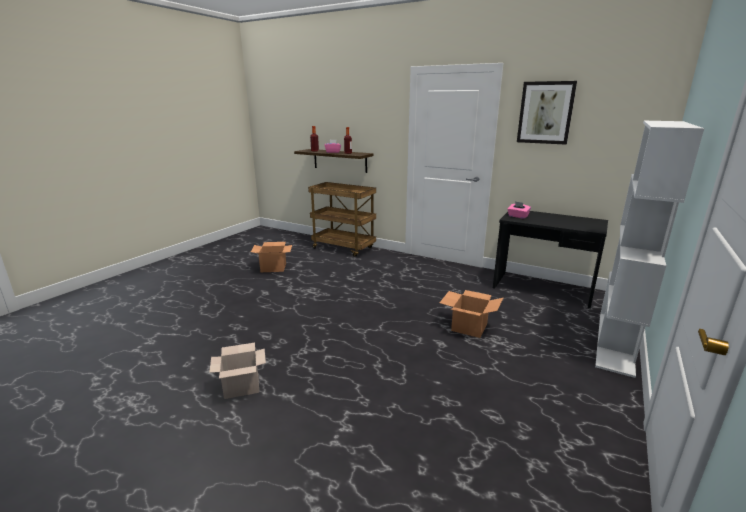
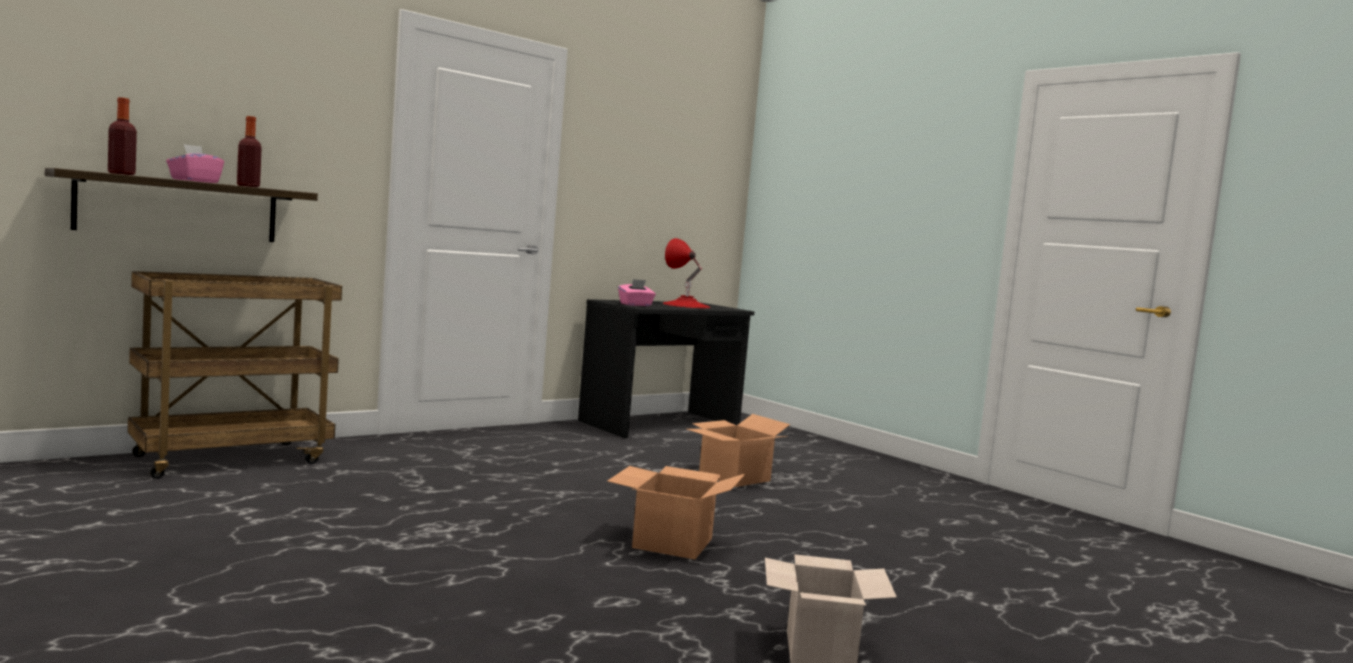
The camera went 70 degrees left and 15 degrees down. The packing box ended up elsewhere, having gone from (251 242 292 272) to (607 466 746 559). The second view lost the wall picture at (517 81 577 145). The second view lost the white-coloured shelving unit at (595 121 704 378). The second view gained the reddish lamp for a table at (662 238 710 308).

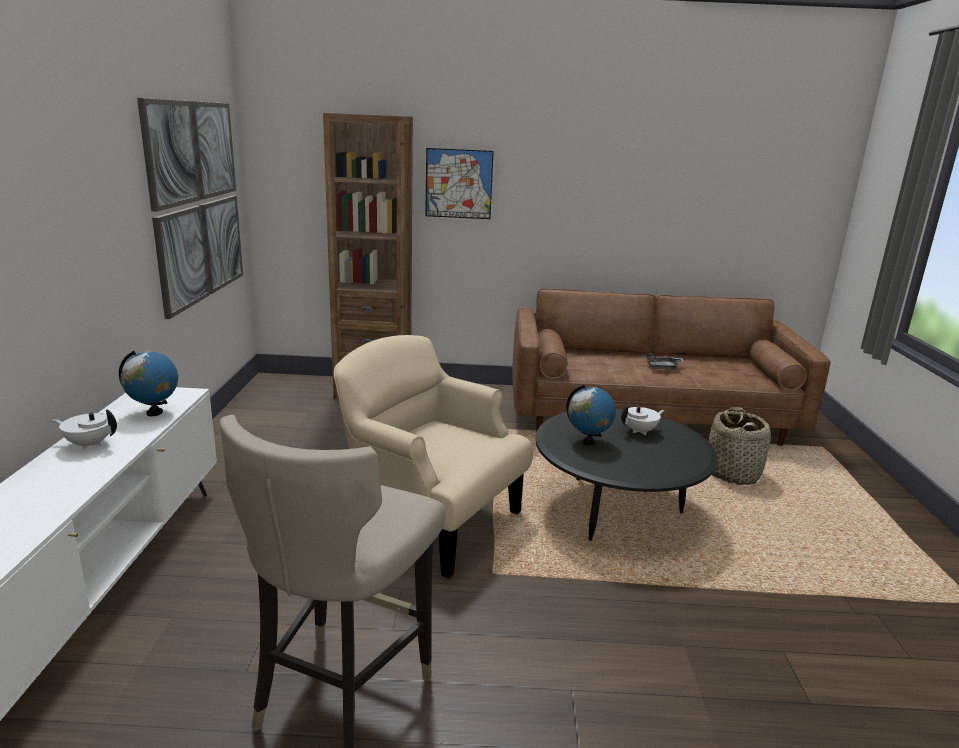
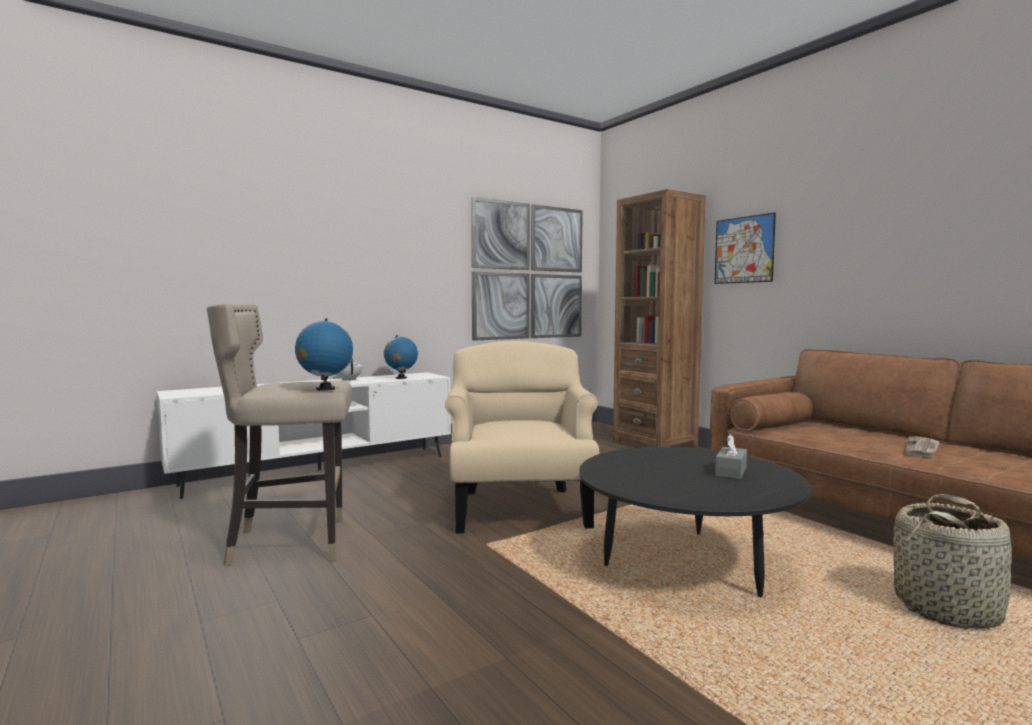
The camera went 55 degrees right and 15 degrees down. The world globe ended up elsewhere, having gone from (566 385 616 446) to (295 318 353 391). Where the white-coloured tea pot stood at (621 405 665 435), the gray tissue holder came to stand at (715 434 747 479). Where the gray serving tray stood at (646 354 684 370), the printed paper came to stand at (905 437 940 458).

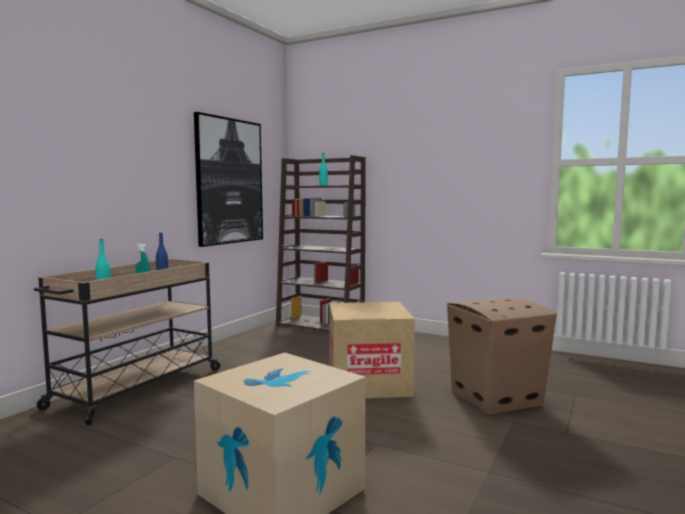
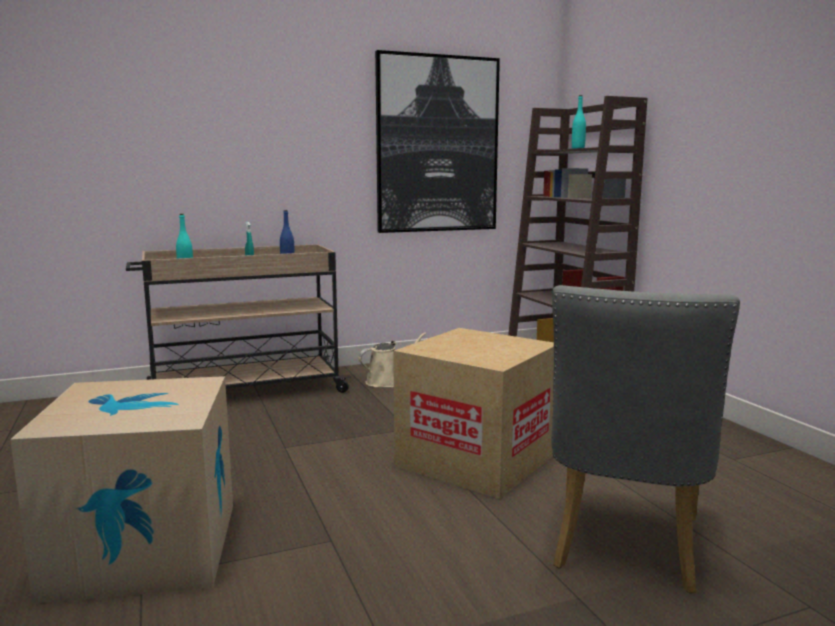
The camera went 40 degrees right and 5 degrees up. Where the packing box stood at (447 298 557 415), the gray chair came to stand at (551 285 740 594). The second view gained the beige watering can at (358 332 426 387).

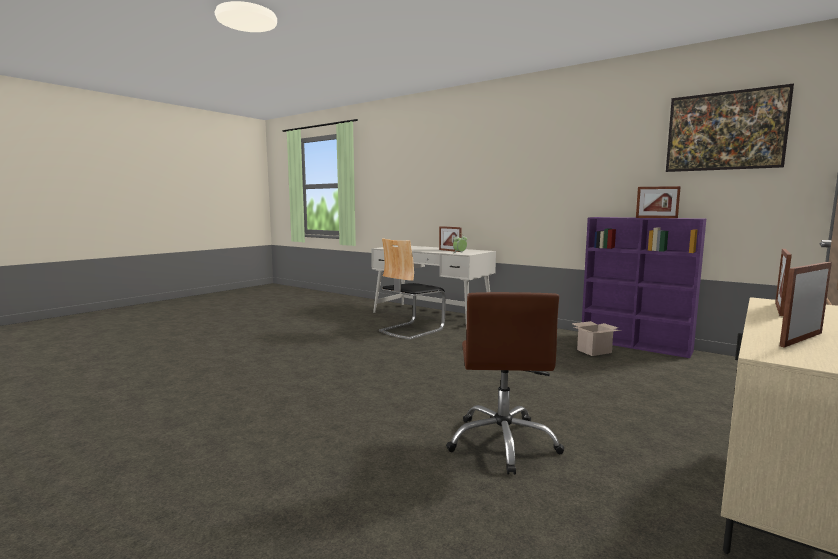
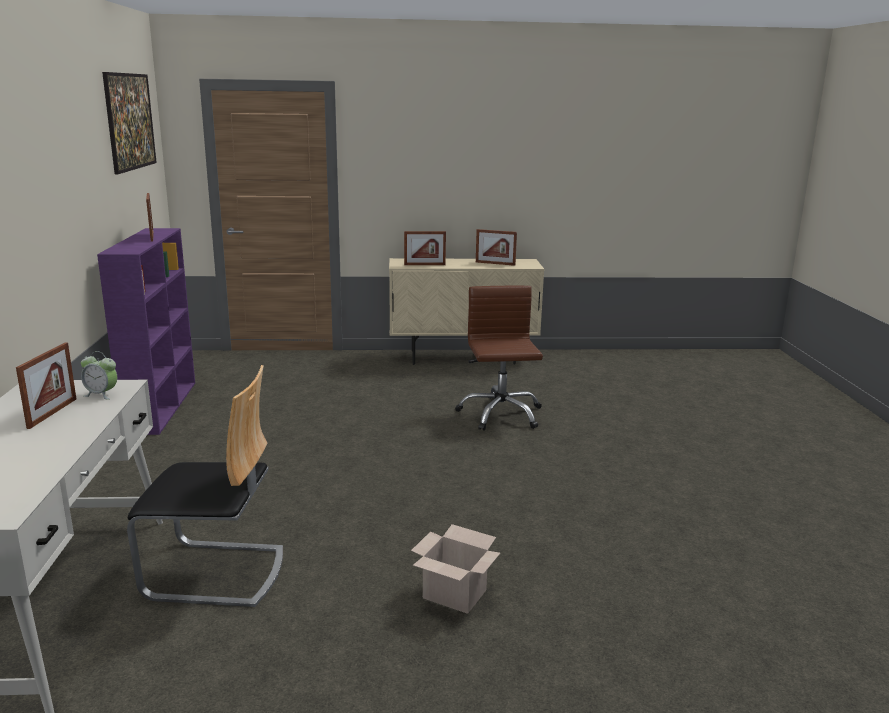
The camera went 130 degrees left and 10 degrees up. The brownish desk chair at (446 292 564 475) ended up facing another way, 60 degrees counterclockwise from before. The packing box ended up elsewhere, having gone from (572 321 620 356) to (411 524 500 614).

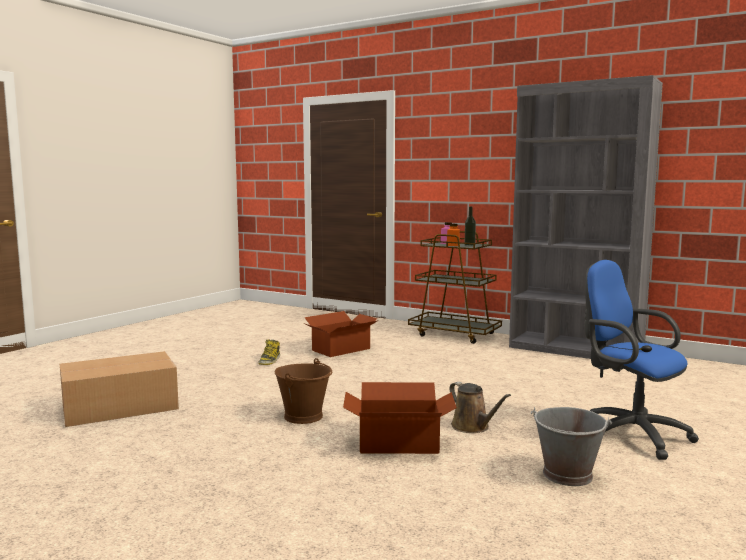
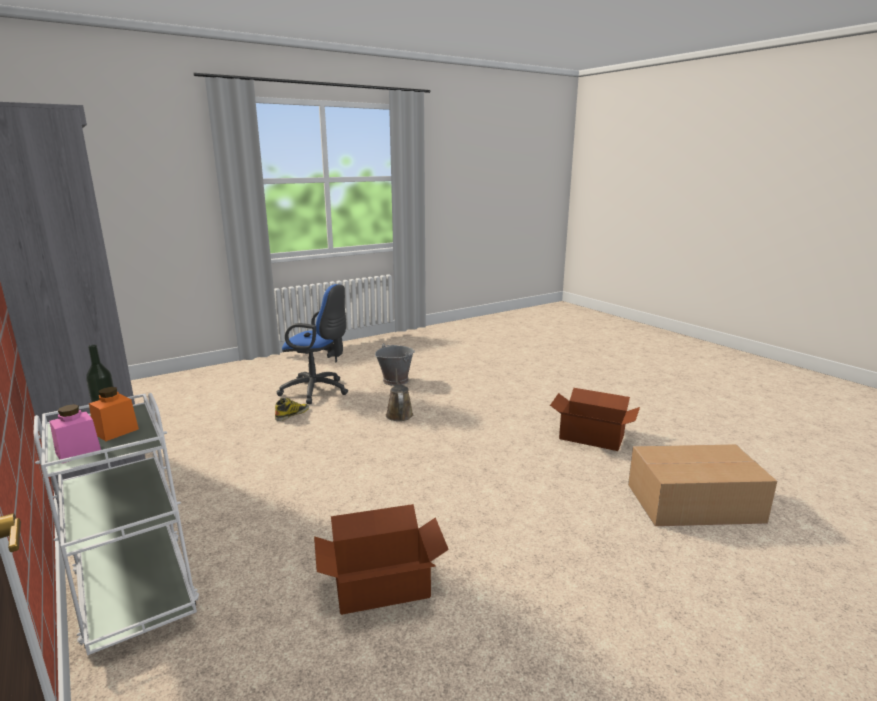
The camera went 155 degrees left and 10 degrees up. The boot ended up elsewhere, having gone from (258 340 280 365) to (275 398 309 421). The second view lost the brownish pail at (275 358 332 424). The packing box ended up elsewhere, having gone from (343 382 457 454) to (550 388 640 451). What was the brownish cart at (408 231 502 344) turned into the white-coloured cart at (34 393 199 656). The blue-coloured desk chair at (584 260 699 460) ended up facing another way, 60 degrees counterclockwise from before.

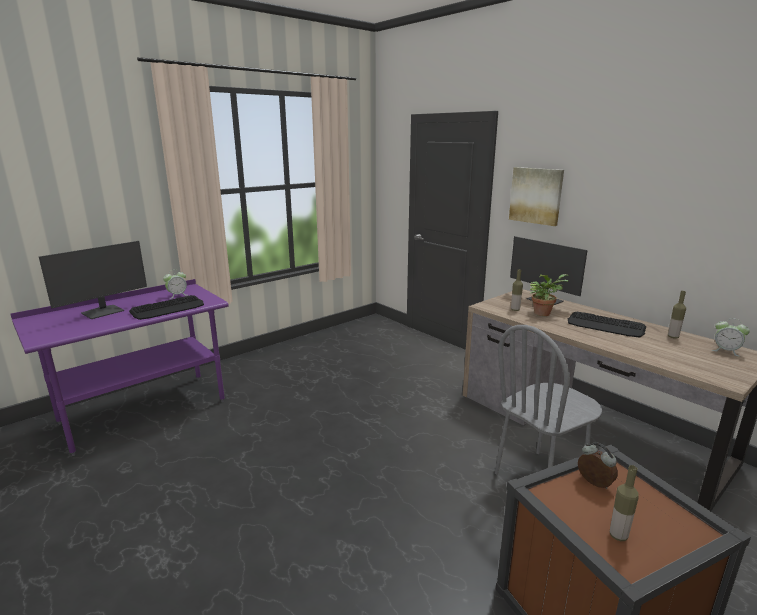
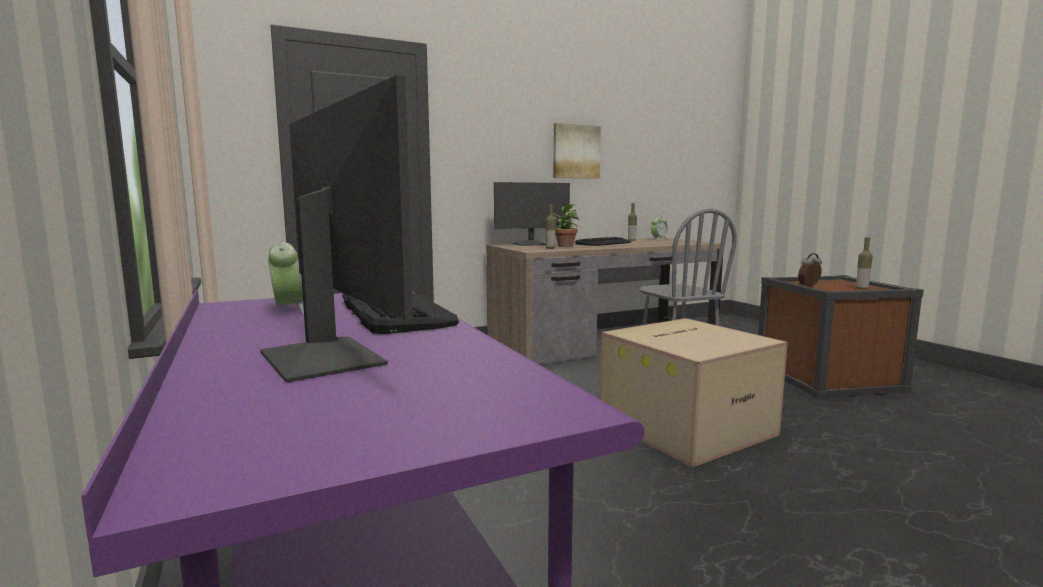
The camera went 75 degrees left and 10 degrees down. The wall picture ended up elsewhere, having gone from (509 167 564 226) to (553 123 601 179). The second view gained the packing box at (599 318 788 468).

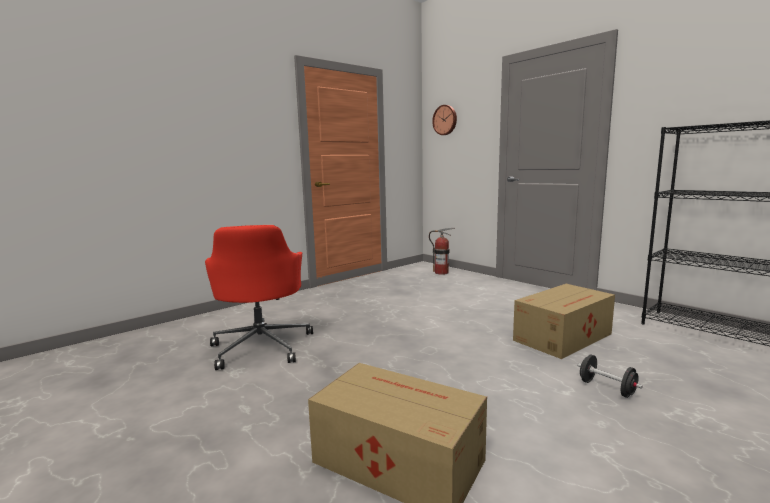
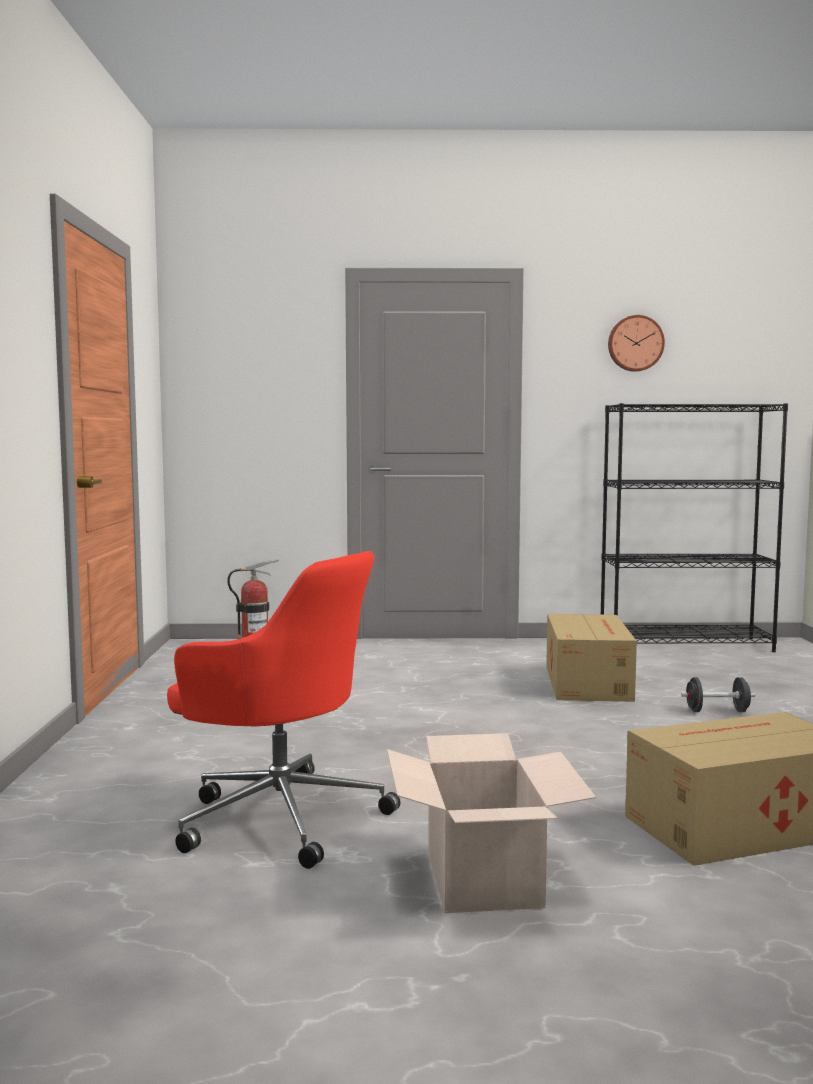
The camera went 50 degrees left and 5 degrees down. The hanging clock ended up elsewhere, having gone from (432 105 457 135) to (608 315 665 372). The second view gained the packing box at (387 733 596 913).

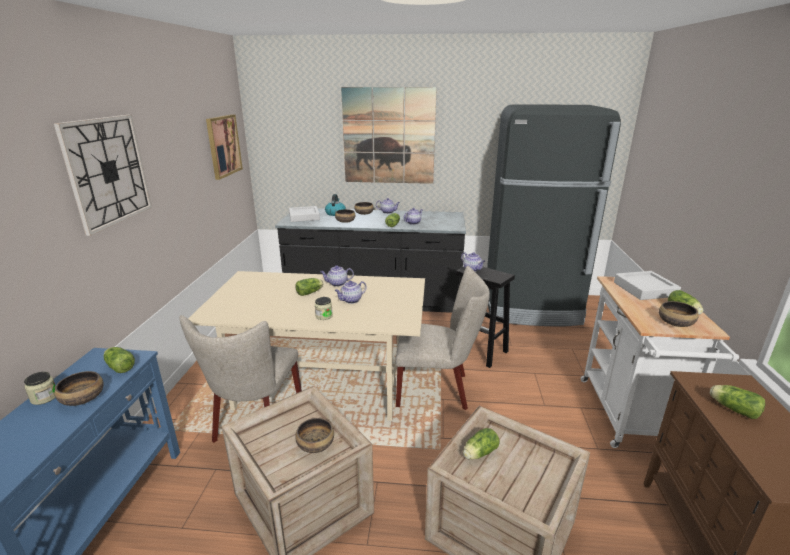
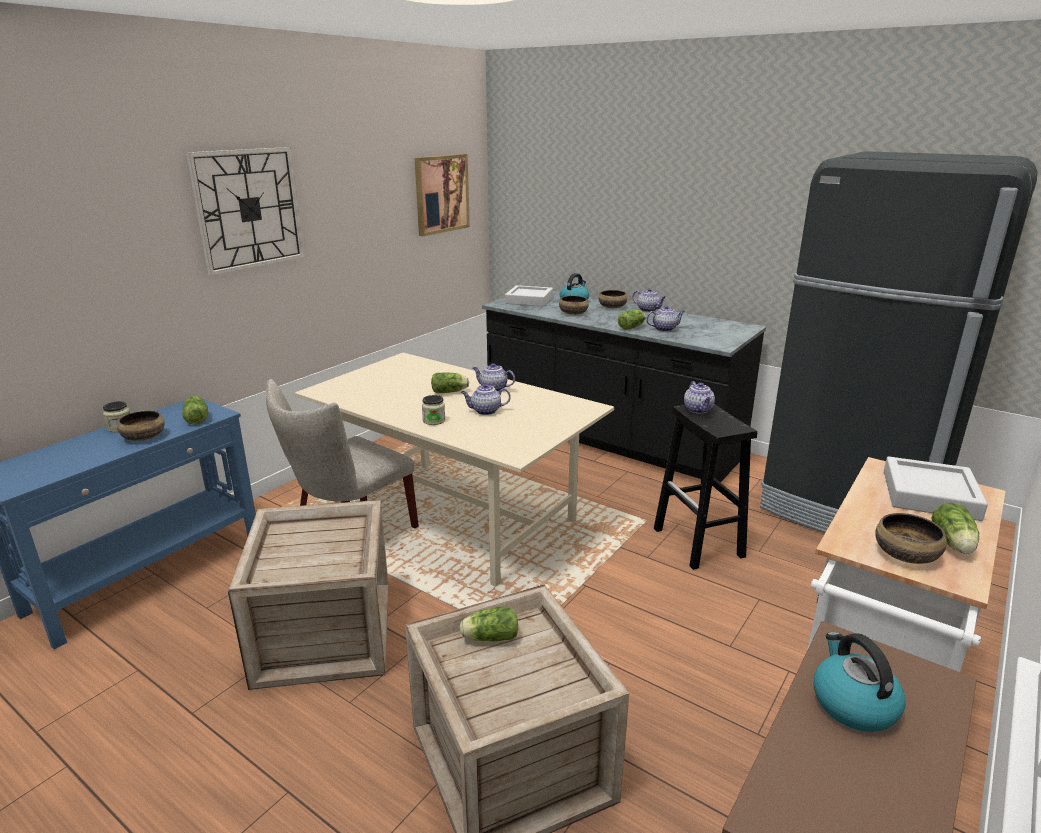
The camera went 30 degrees right and 0 degrees up. The second view lost the bowl at (295 418 334 453). The second view lost the wall picture at (341 87 437 184). The second view lost the beige chair at (395 266 490 410). Where the lettuce head stood at (710 385 765 419), the water kettle came to stand at (813 632 906 732).

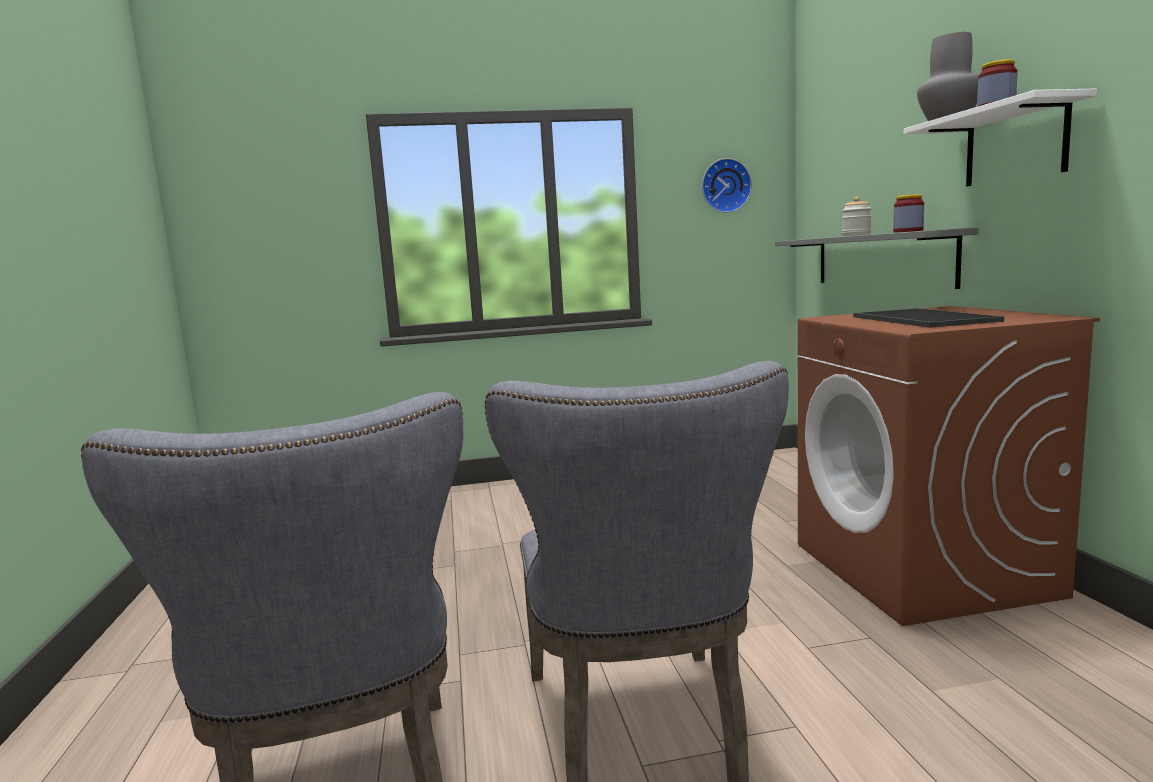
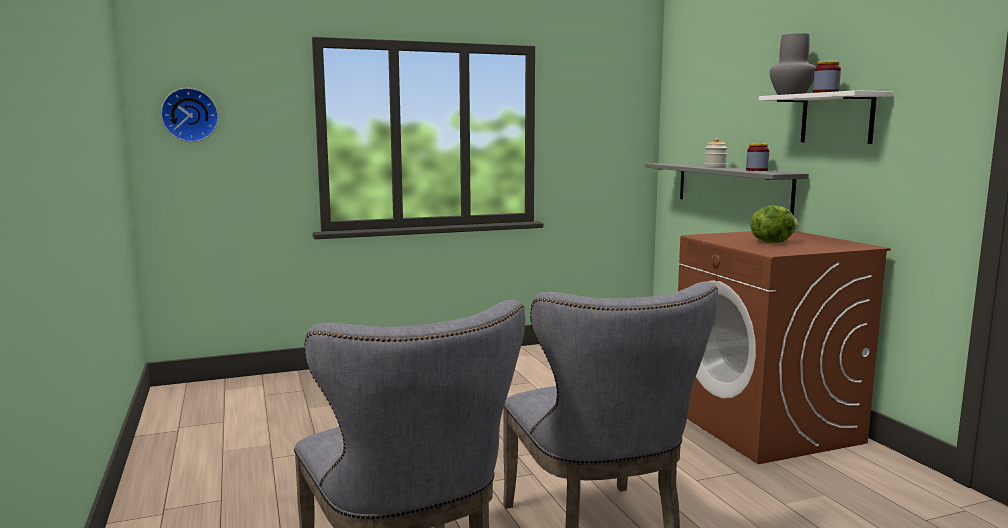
The camera went 10 degrees left and 0 degrees up. The hanging clock ended up elsewhere, having gone from (702 158 752 213) to (161 88 219 142). Where the serving tray stood at (854 308 1004 328), the lettuce head came to stand at (750 205 798 243).

